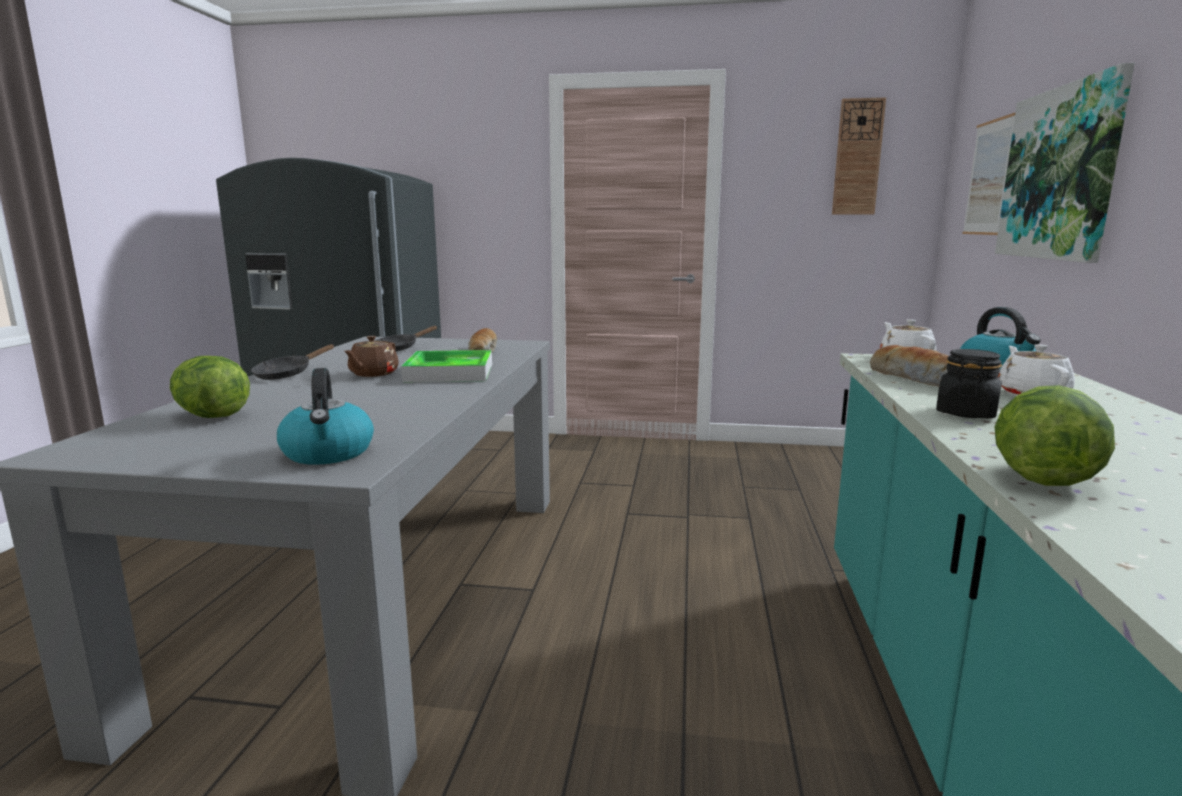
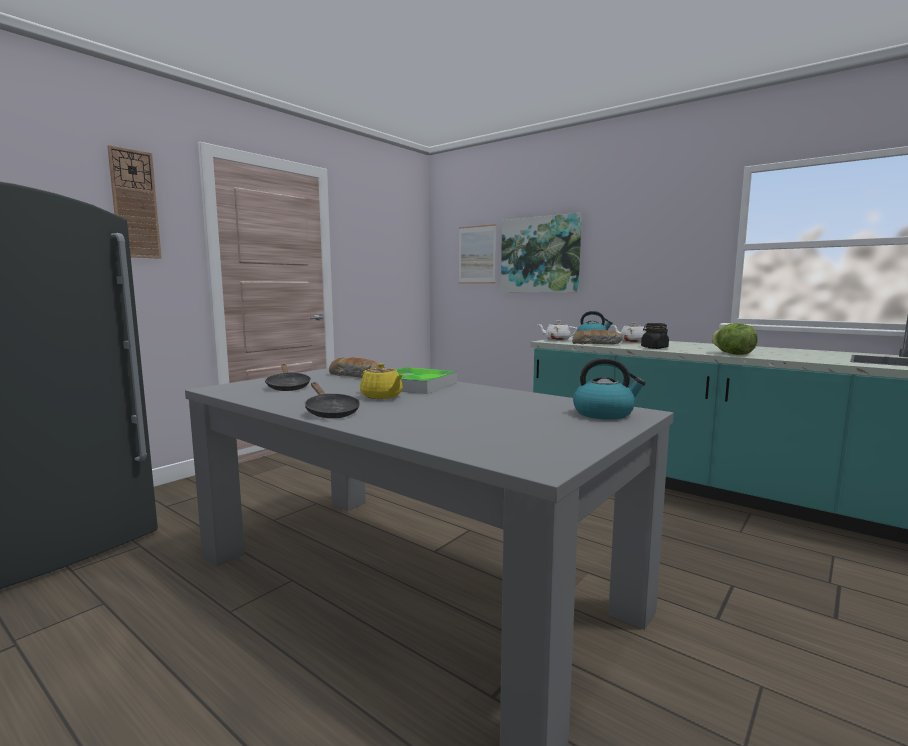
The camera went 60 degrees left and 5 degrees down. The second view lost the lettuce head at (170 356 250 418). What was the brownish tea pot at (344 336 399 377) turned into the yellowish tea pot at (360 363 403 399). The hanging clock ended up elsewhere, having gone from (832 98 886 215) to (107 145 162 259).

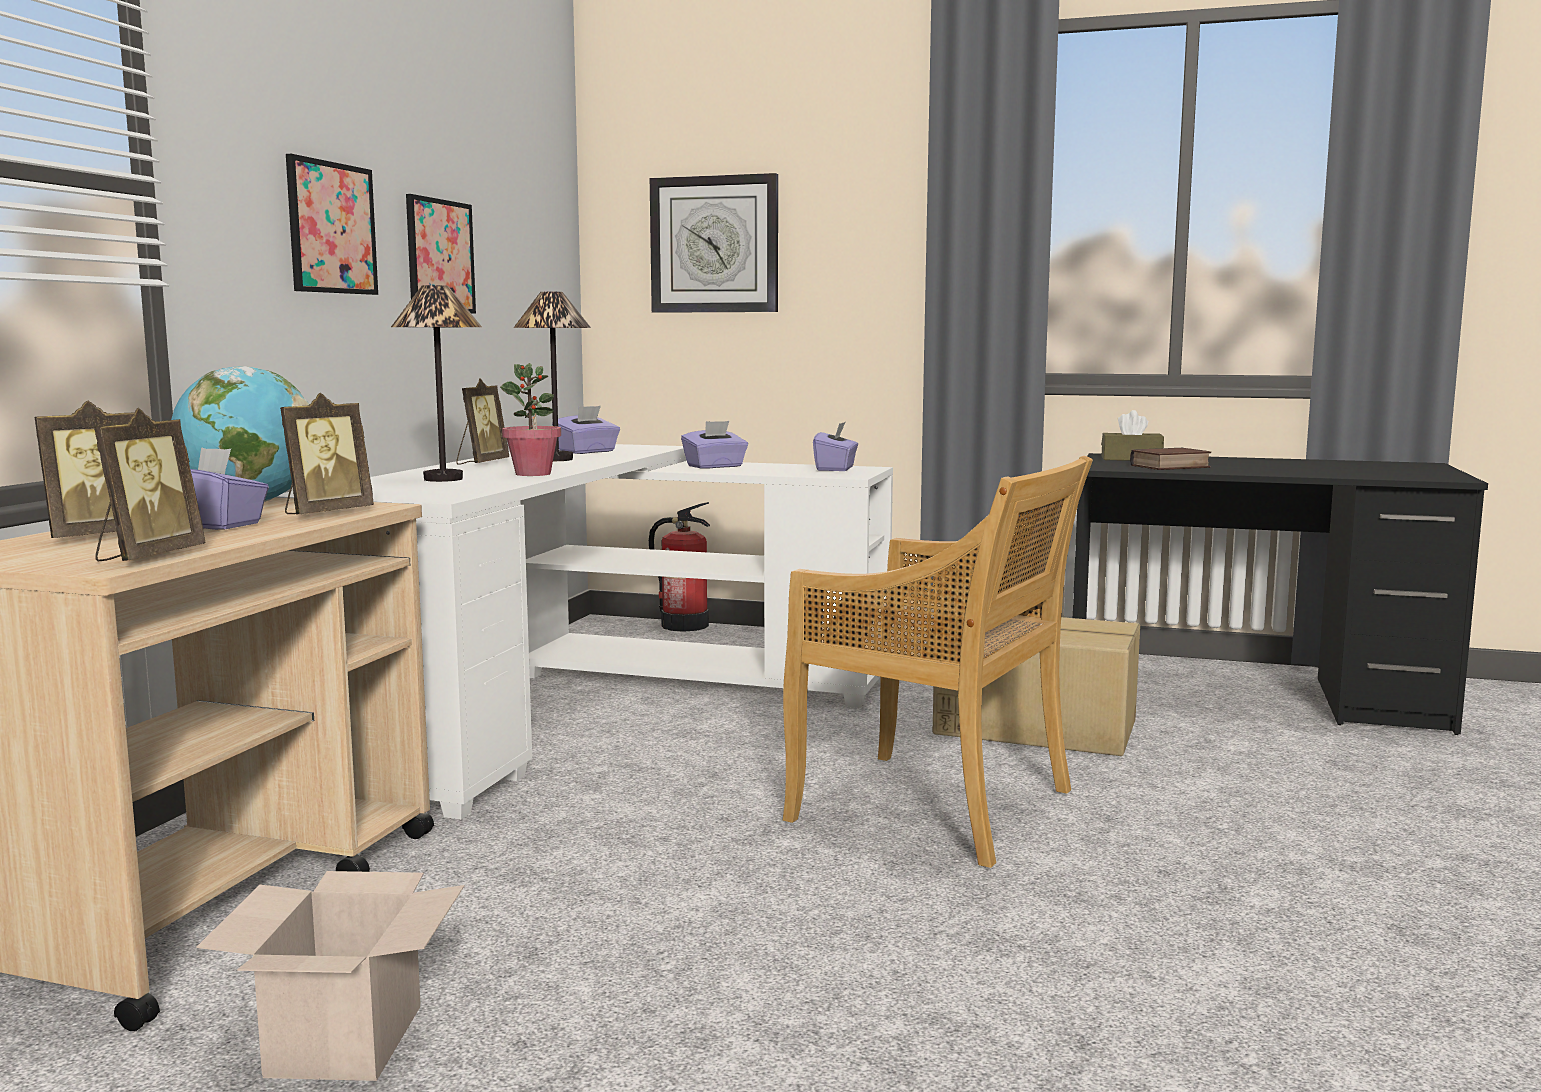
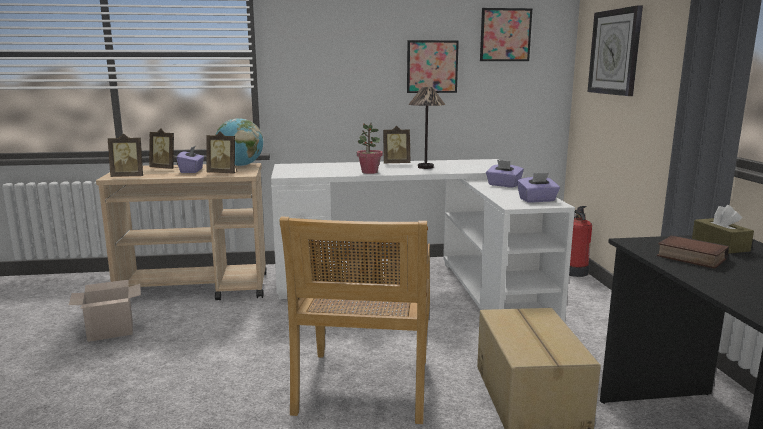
The camera went 65 degrees right and 5 degrees up. The wall picture ended up elsewhere, having gone from (286 154 378 295) to (480 8 532 61). The second view lost the lamp for a table at (391 285 482 482). The second view lost the purple tissue holder at (552 406 620 454).

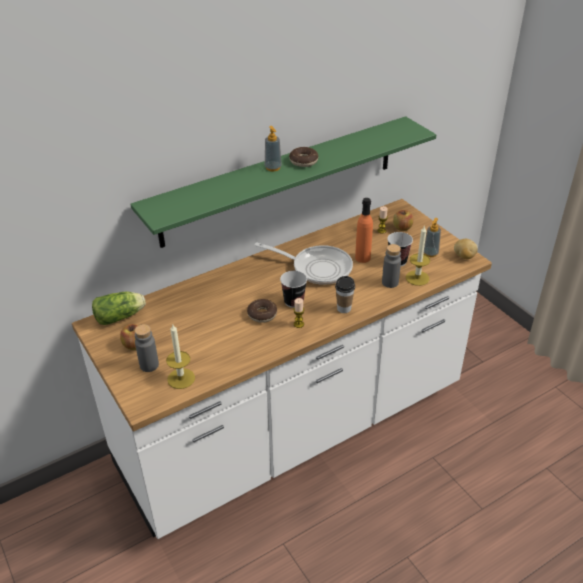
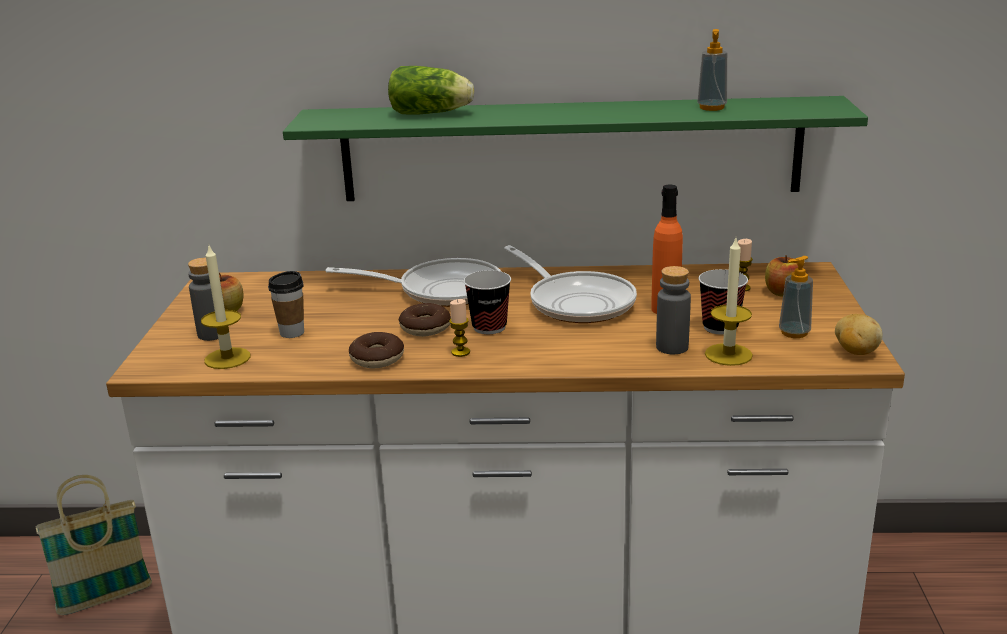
The camera went 35 degrees right and 15 degrees down. The lettuce head ended up elsewhere, having gone from (92 292 146 325) to (388 66 474 114). The liquid soap bottle ended up elsewhere, having gone from (265 126 282 172) to (697 29 727 111). The ring doughnut ended up elsewhere, having gone from (289 147 318 167) to (349 332 404 368). The cup ended up elsewhere, having gone from (335 276 355 313) to (268 271 304 338). The second view gained the household basket at (36 475 152 615). The second view gained the frying pan at (326 258 501 307).

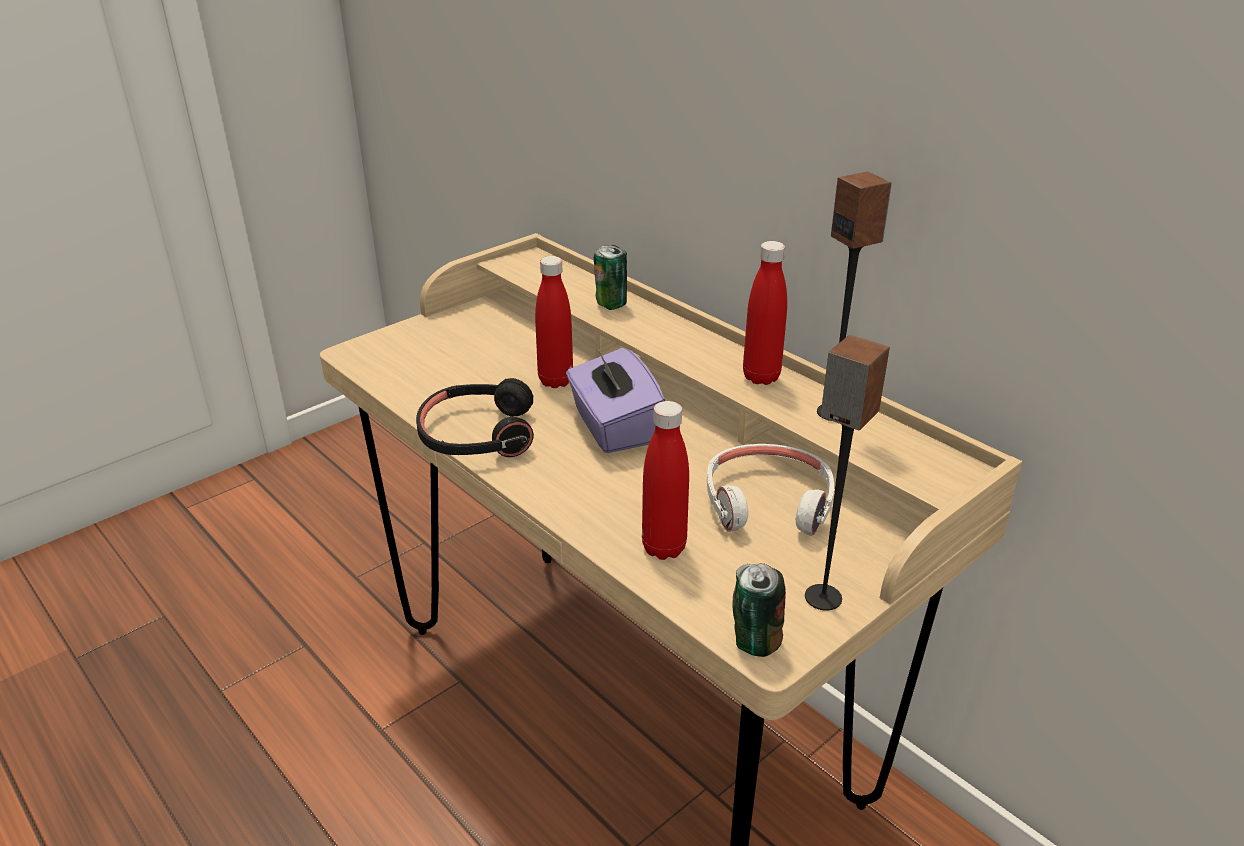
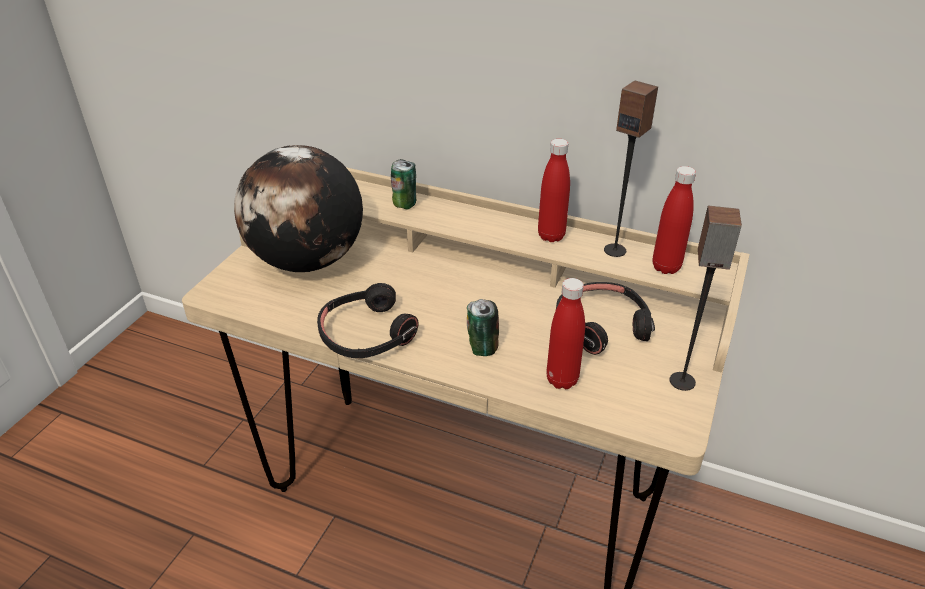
The camera went 25 degrees left and 5 degrees up. The reddish drink bottle ended up elsewhere, having gone from (535 256 573 388) to (652 166 696 274). The second view lost the purple tissue holder at (566 345 665 453). What was the white-coloured headphones at (707 444 834 536) turned into the black headphones at (556 282 655 355). The can ended up elsewhere, having gone from (732 563 786 657) to (467 299 499 356). The second view gained the world globe at (234 145 363 272).

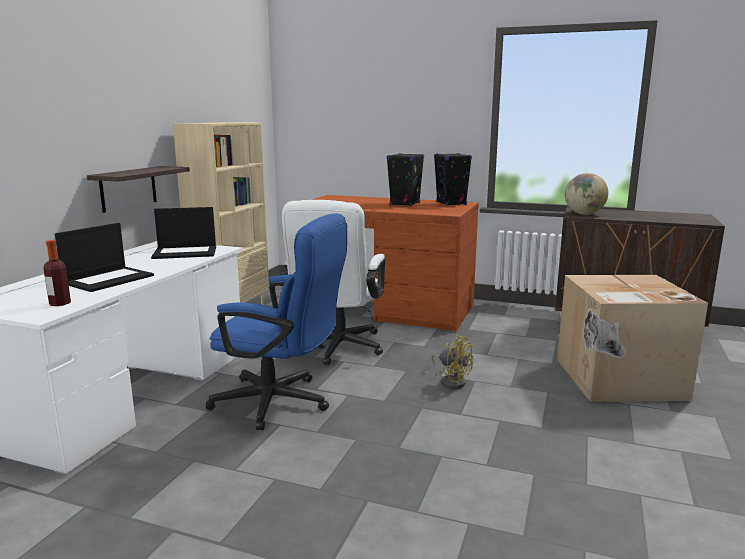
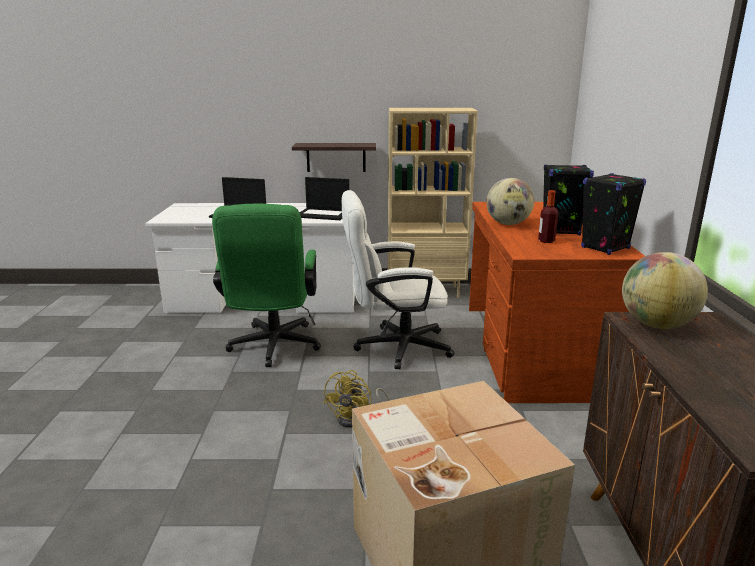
The camera went 70 degrees right and 5 degrees up. The drink bottle ended up elsewhere, having gone from (43 240 71 306) to (538 190 558 243). The portable computer at (151 207 216 259) ended up facing another way, 45 degrees counterclockwise from before. What was the blue-coloured desk chair at (206 213 347 430) turned into the greenish desk chair at (212 204 321 367). The second view gained the world globe at (486 178 534 225).

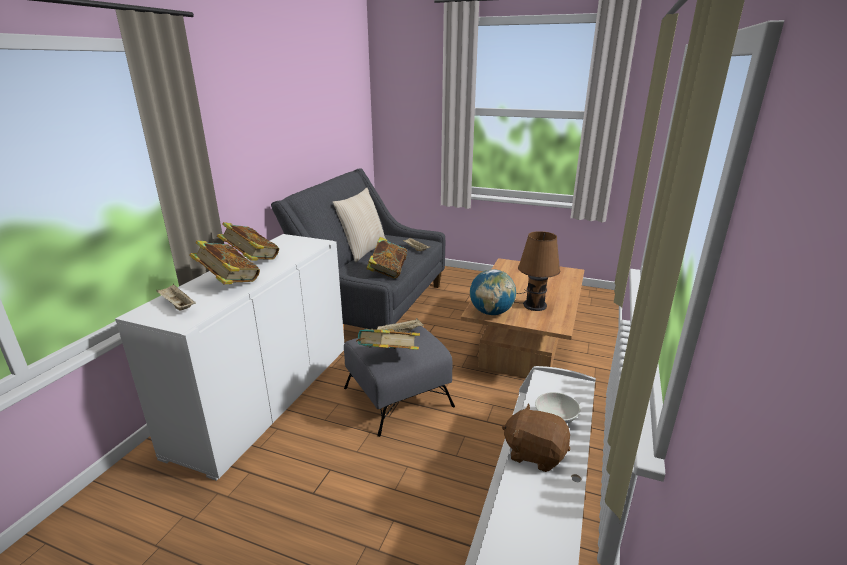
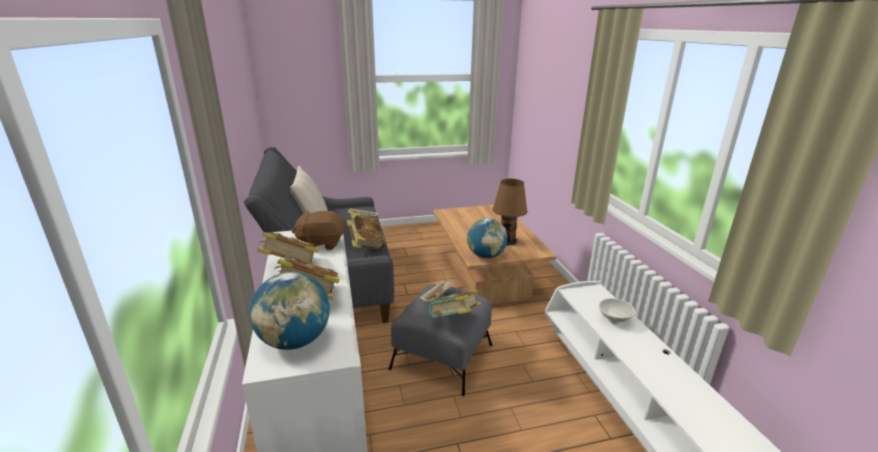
The camera went 35 degrees left and 0 degrees up. Where the beige serving tray stood at (156 284 196 310), the world globe came to stand at (249 272 330 350). The brownish cuddly toy ended up elsewhere, having gone from (502 404 570 472) to (292 211 345 250).

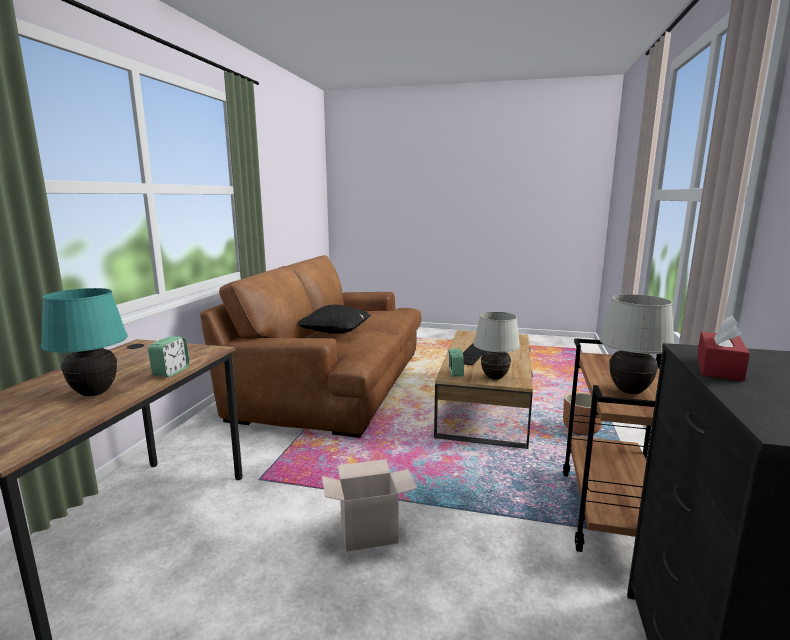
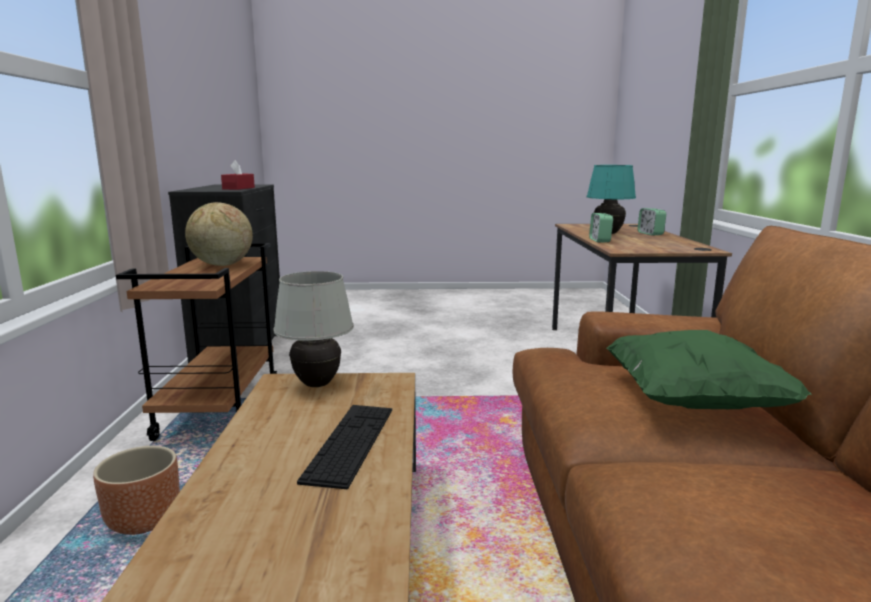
The camera went 165 degrees right and 0 degrees up. What was the black pillow at (297 304 371 334) turned into the greenish pillow at (606 330 812 409). The second view lost the packing box at (322 459 417 552). The alarm clock ended up elsewhere, having gone from (449 349 464 377) to (637 208 666 235). Where the white-coloured lamp for a table stood at (599 294 674 394), the world globe came to stand at (185 202 253 266).

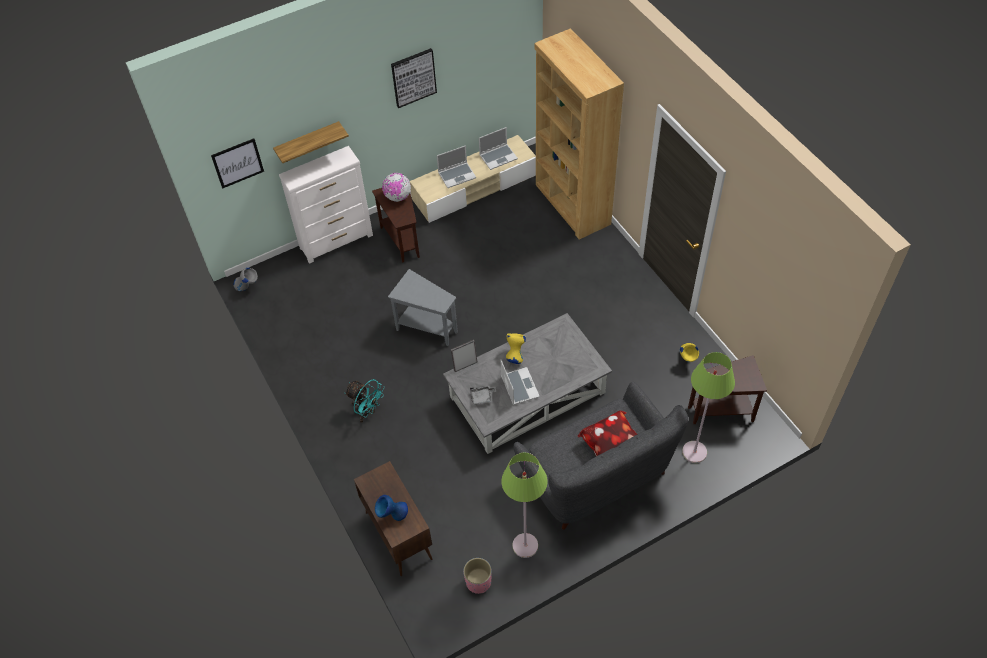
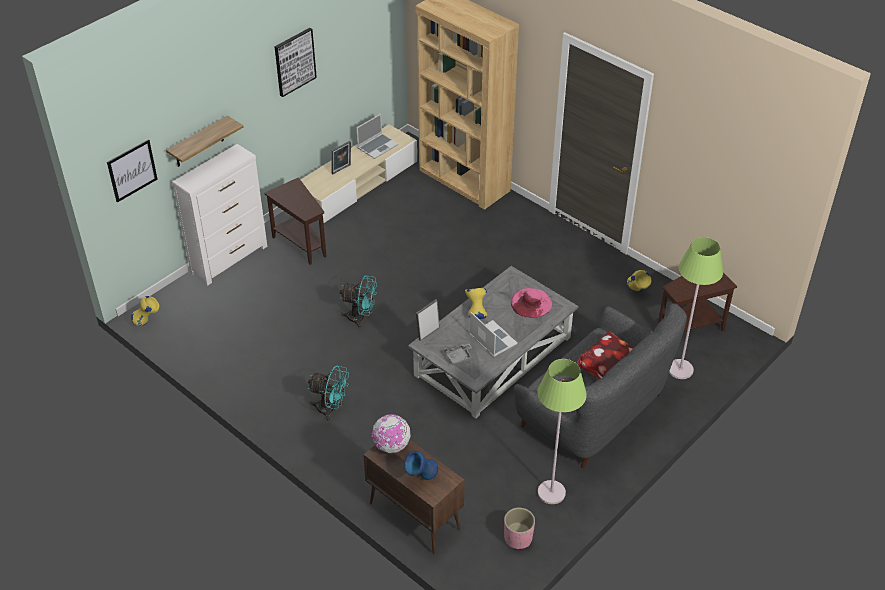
The camera went 20 degrees left and 10 degrees down. What was the gray vase at (233 268 258 291) turned into the yellowish vase at (131 296 159 326). The world globe ended up elsewhere, having gone from (382 173 411 202) to (372 414 411 453). Where the gray end table stood at (388 269 458 346), the turquoise fan came to stand at (340 275 377 328). Where the portable computer stood at (437 145 476 188), the photo frame came to stand at (331 141 351 174). The second view gained the pink-coloured wearable hat at (511 288 552 318).

